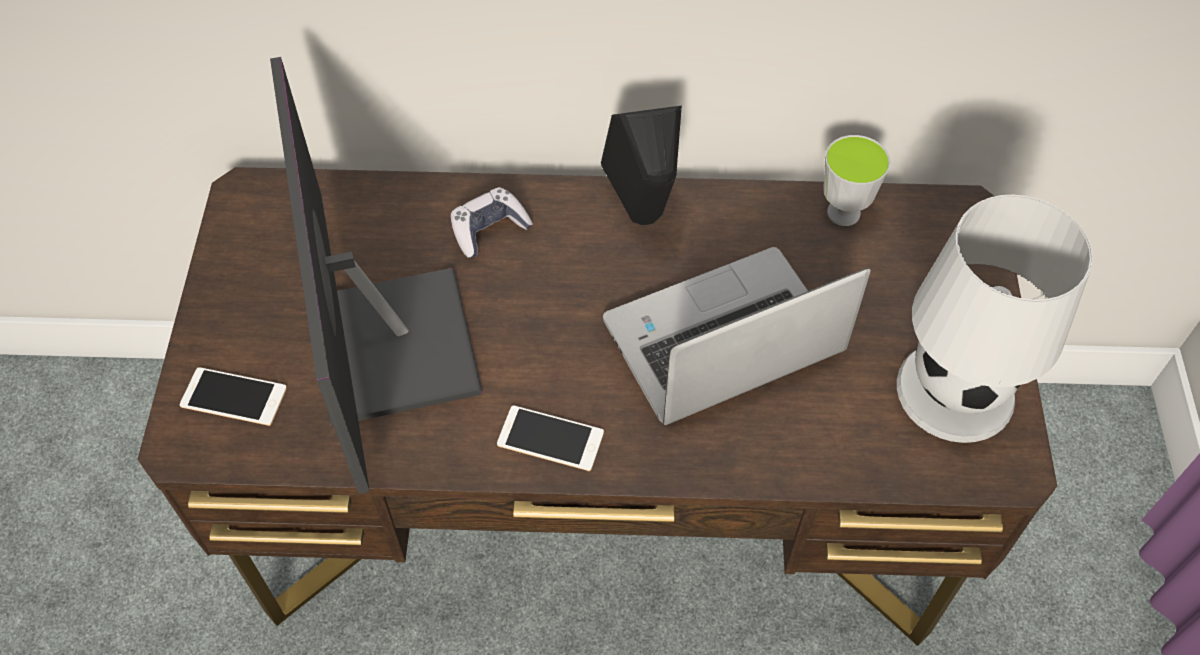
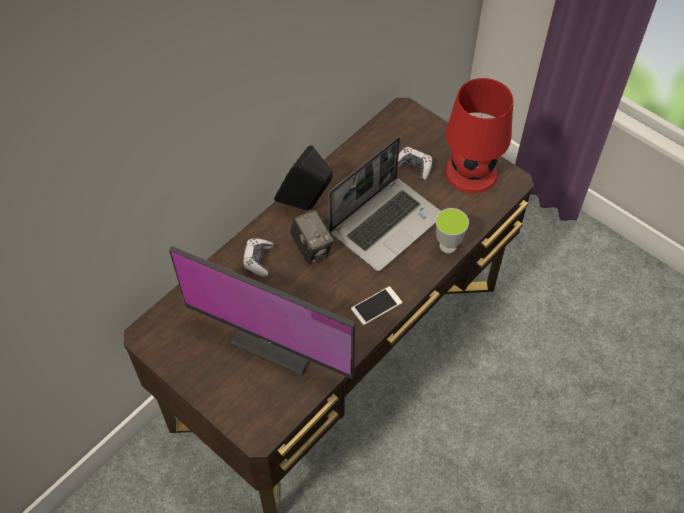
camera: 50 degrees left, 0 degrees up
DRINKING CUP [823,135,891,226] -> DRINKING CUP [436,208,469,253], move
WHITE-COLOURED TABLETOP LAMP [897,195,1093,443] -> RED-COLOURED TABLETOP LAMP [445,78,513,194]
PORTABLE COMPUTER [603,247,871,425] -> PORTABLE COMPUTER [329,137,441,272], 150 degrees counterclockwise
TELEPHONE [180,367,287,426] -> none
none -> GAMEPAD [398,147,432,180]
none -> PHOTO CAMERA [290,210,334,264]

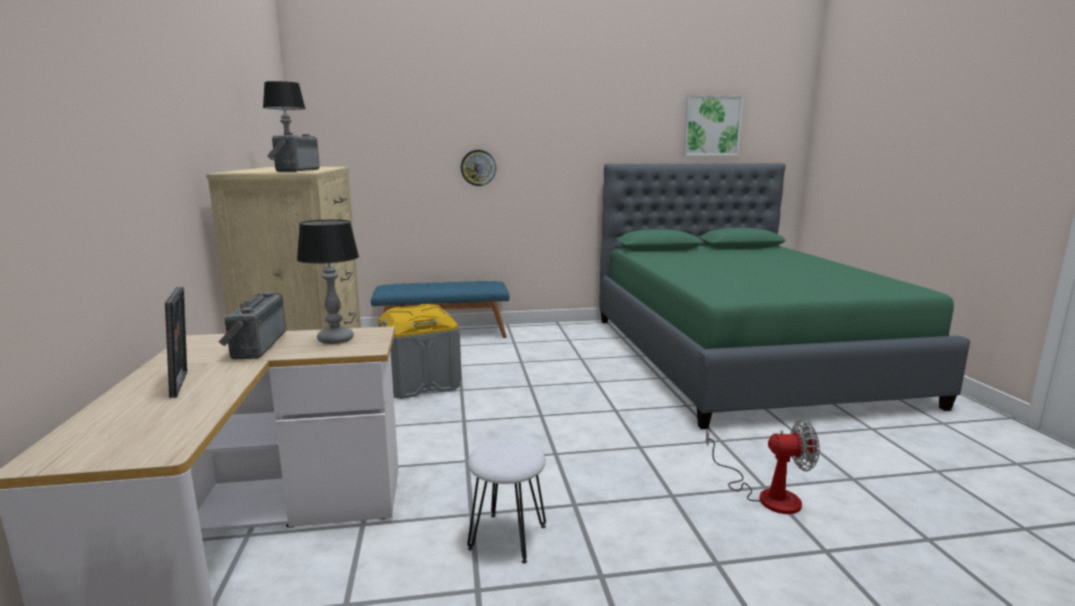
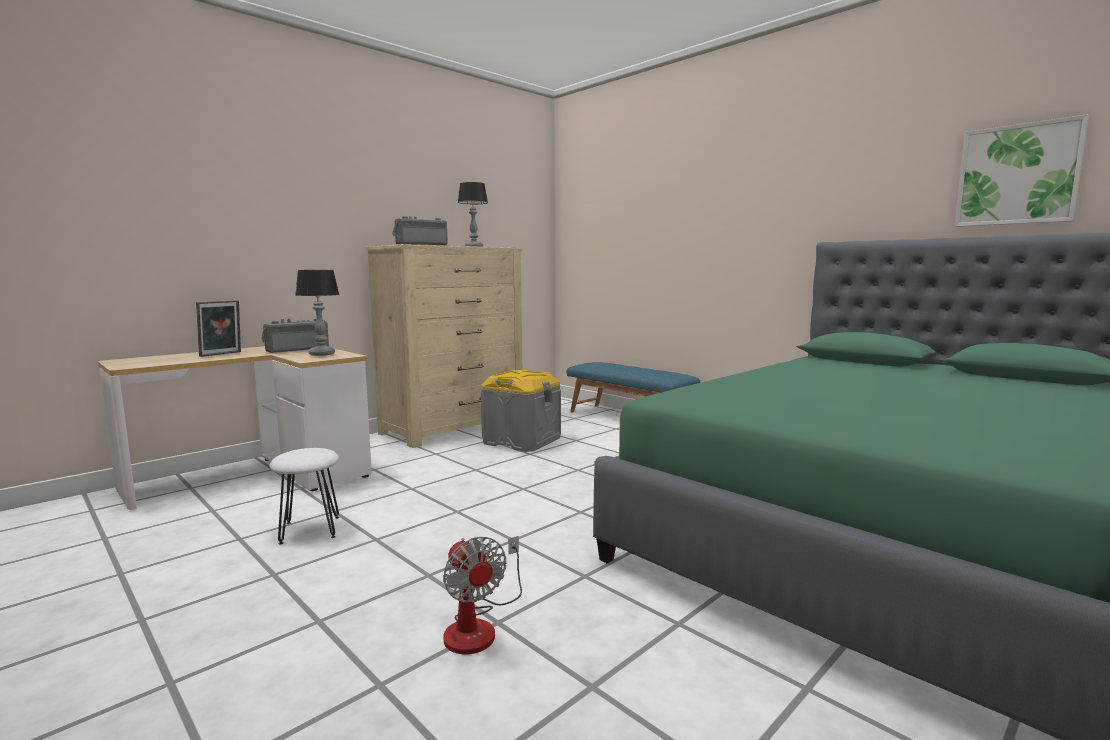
camera: 55 degrees right, 5 degrees down
HANGING CLOCK [461,150,496,186] -> none

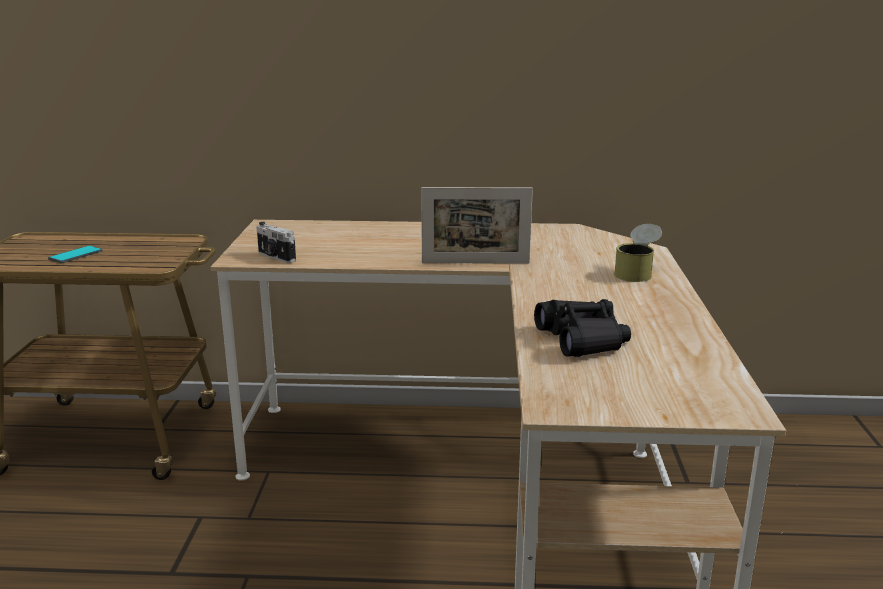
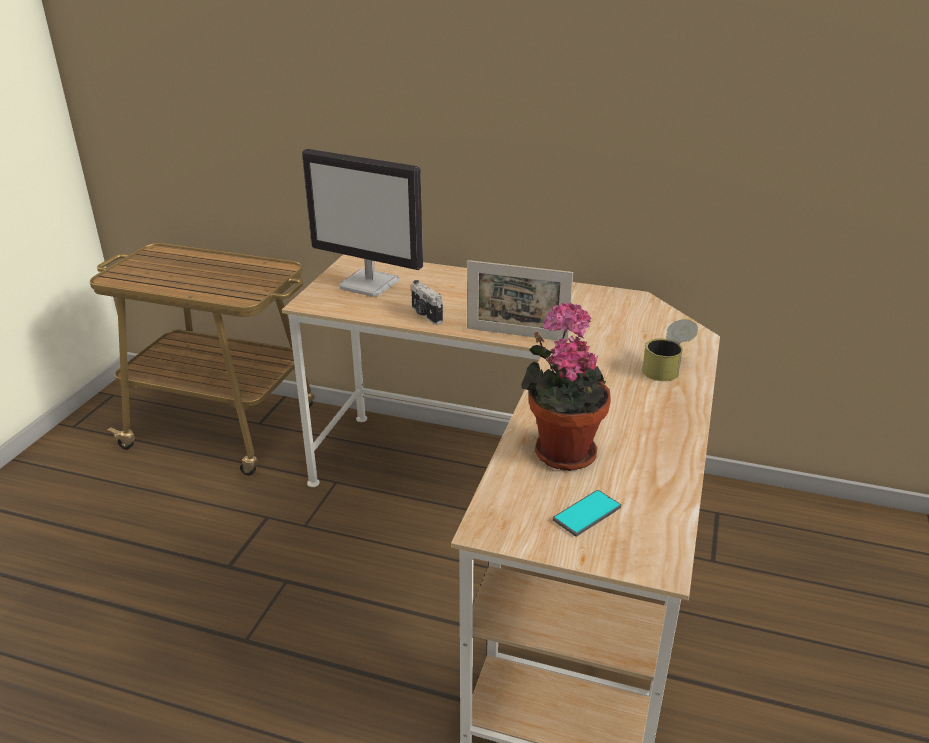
camera: 15 degrees right, 10 degrees up
PHOTO CAMERA [256,222,296,263] -> PHOTO CAMERA [411,280,443,325], move
TELEPHONE [48,245,103,263] -> TELEPHONE [553,490,621,537], move
BLACK-COLOURED PAIR OF BINOCULARS [534,299,631,357] -> PLANT IN A POT [521,303,611,471]
none -> COMPUTER DISPLAY [302,149,423,297]

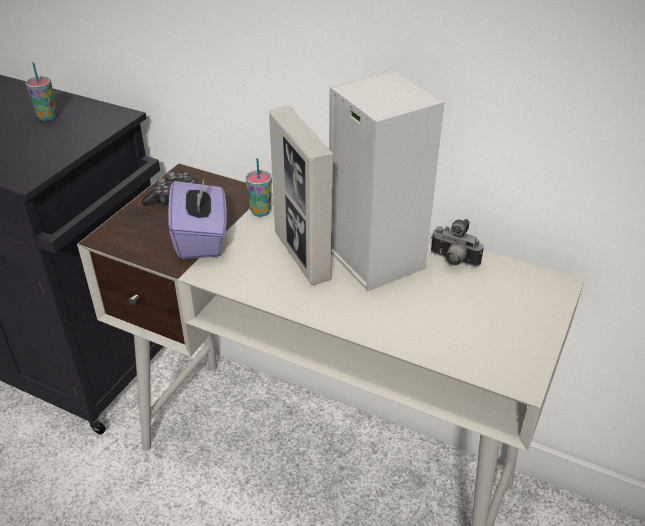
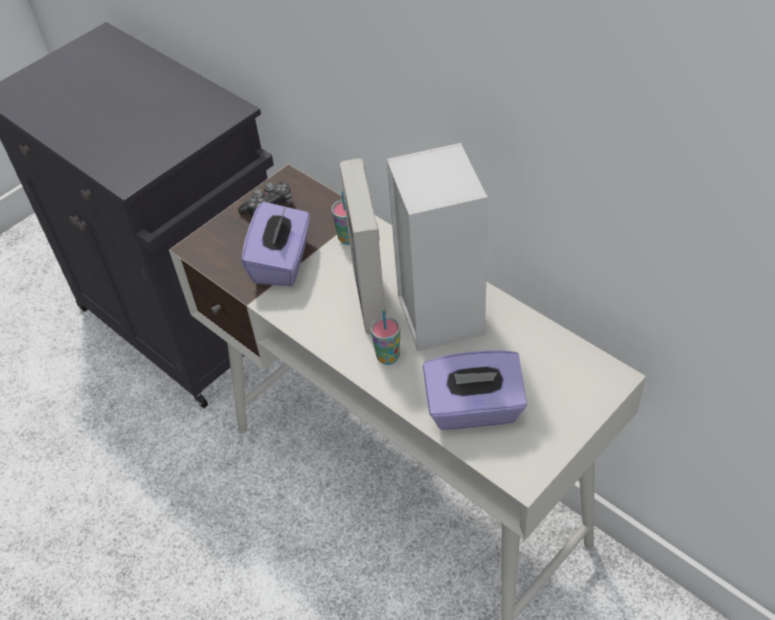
camera: 20 degrees right, 10 degrees up
DRINKING CUP [25,62,57,121] -> DRINKING CUP [370,311,400,365], move
PHOTO CAMERA [431,219,484,267] -> none
none -> PURPLISH TISSUE BOX [423,350,527,430]

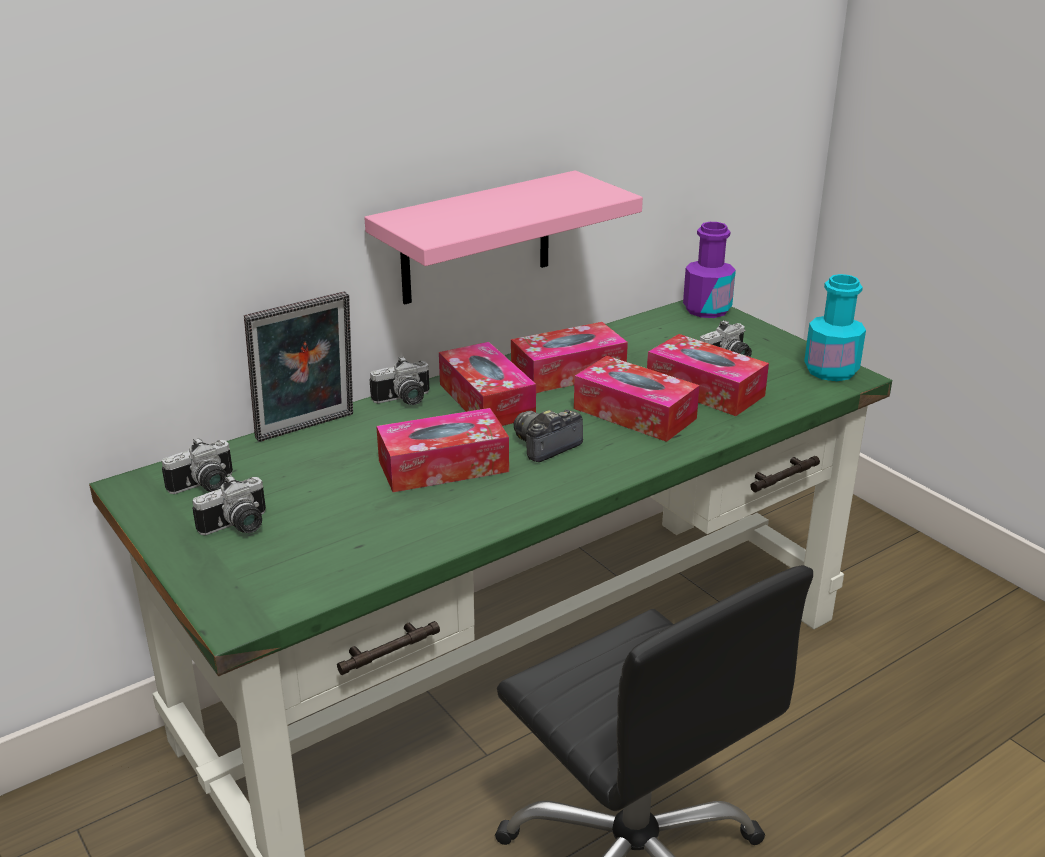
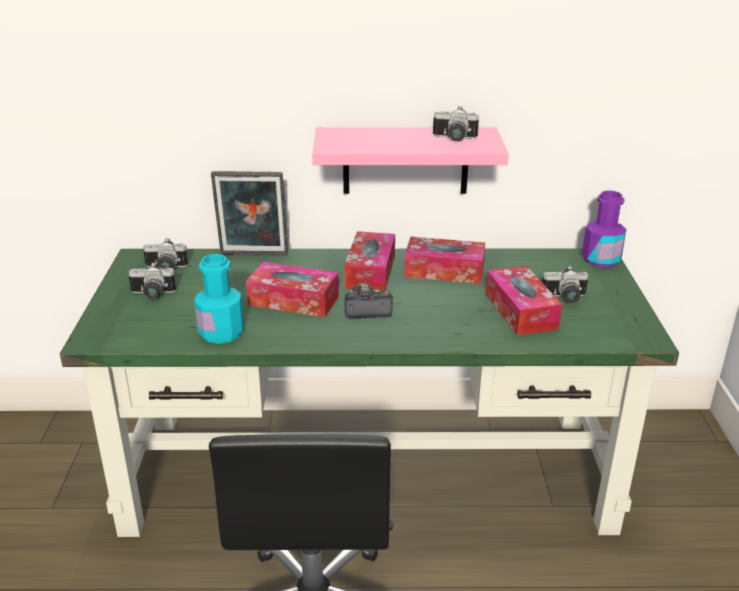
camera: 35 degrees right, 0 degrees up
BLUE-GREEN DRINK BOTTLE [804,274,866,381] -> BLUE-GREEN DRINK BOTTLE [194,254,244,344], move
PHOTO CAMERA [370,356,429,405] -> PHOTO CAMERA [433,106,479,141], move
TISSUE BOX [574,356,700,442] -> none

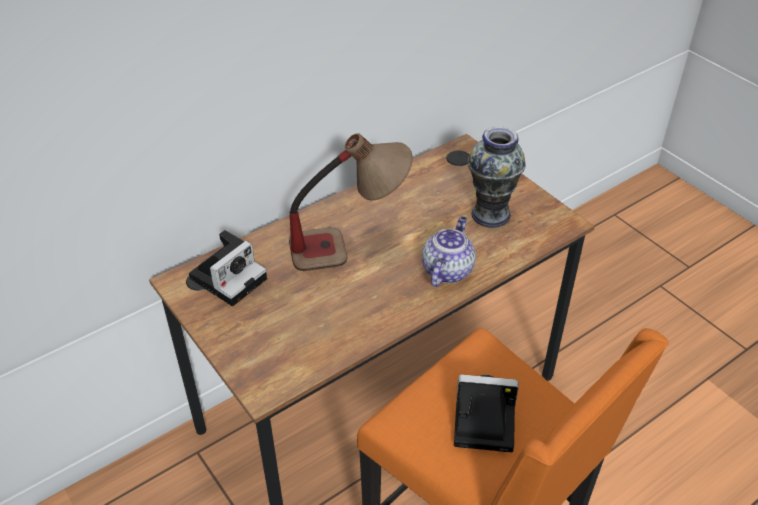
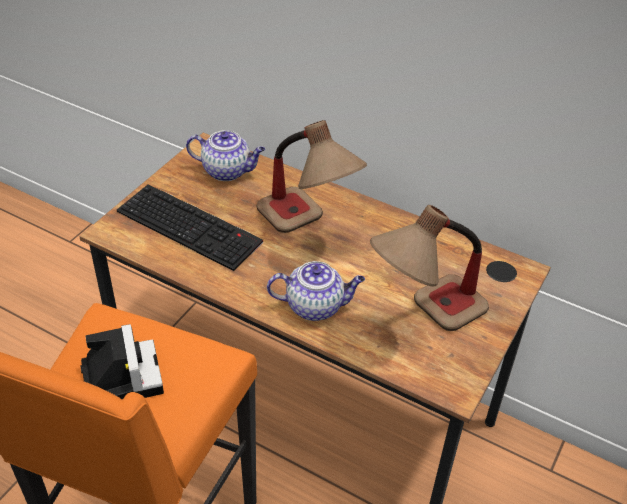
camera: 65 degrees right, 0 degrees up
FLOWER VASE [468,126,526,228] -> TABLETOP LAMP [370,205,489,331]
PHOTO CAMERA [189,230,267,306] -> TEA POT [186,130,265,181]
none -> PC KEYBOARD [117,184,263,271]

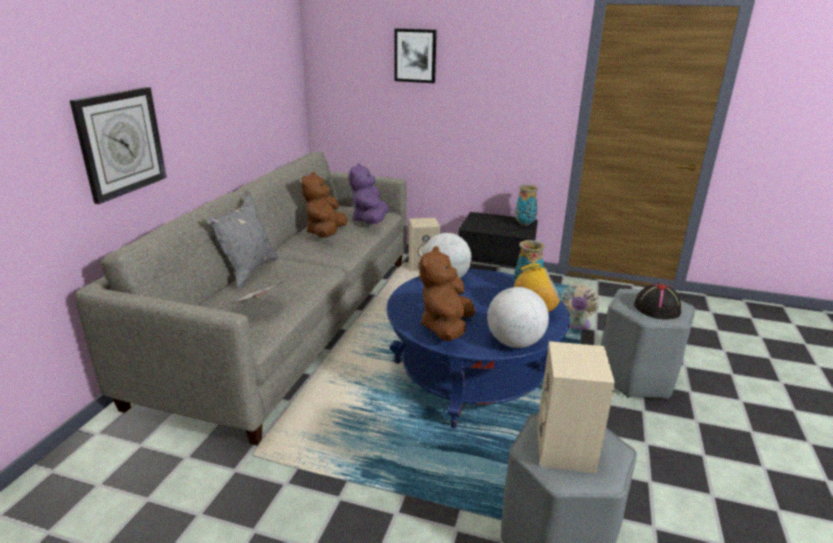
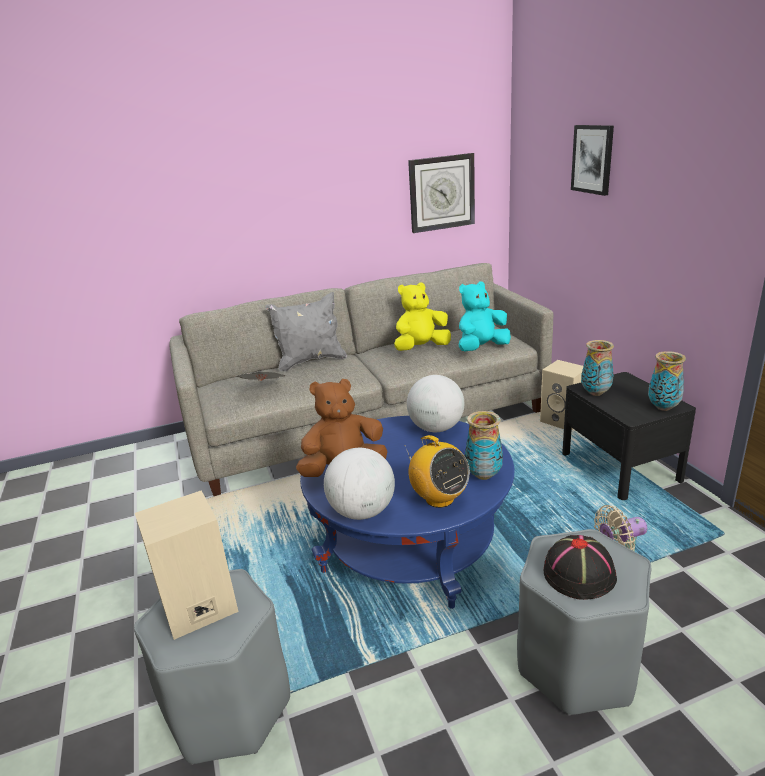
camera: 55 degrees right, 0 degrees up
HANGING CLOCK [70,87,167,204] -> HANGING CLOCK [408,153,475,233], move
PURPLISH SOFT TOY [349,163,389,224] -> BLUE-GREEN SOFT TOY [459,281,511,352]
BROWNISH SOFT TOY [301,172,347,238] -> YELLOWISH SOFT TOY [394,282,451,351]
none -> FLOWER VASE [581,340,614,396]

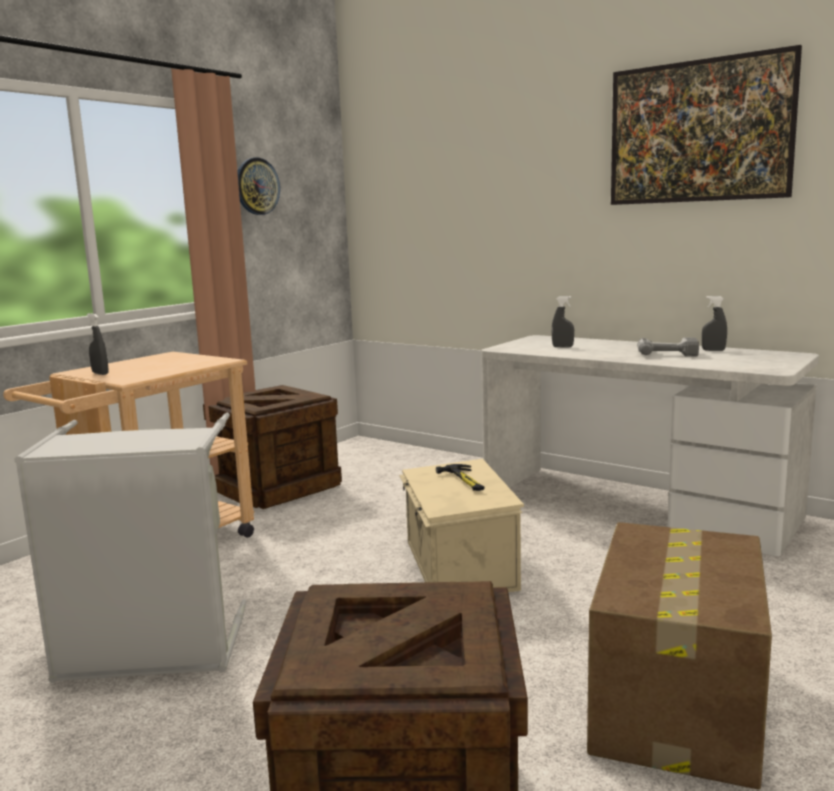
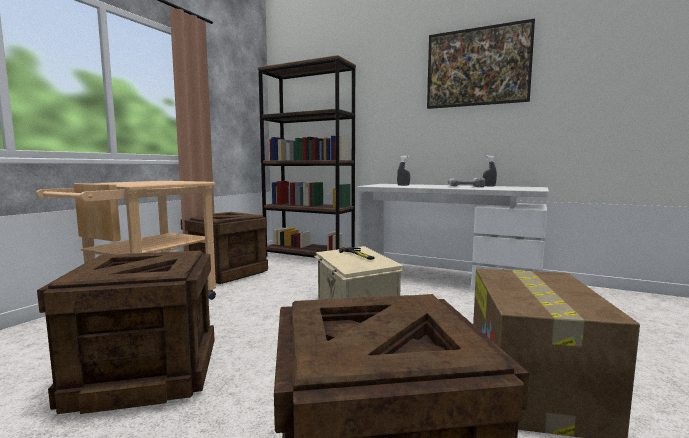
camera: 10 degrees left, 5 degrees down
HANGING CLOCK [237,157,280,215] -> none
GRAY HAND SPRAYER [87,313,108,375] -> none
GRAY HAMPER [15,413,247,683] -> CRATE [37,250,215,414]
none -> BROWNISH SHELVING UNIT [258,55,356,258]

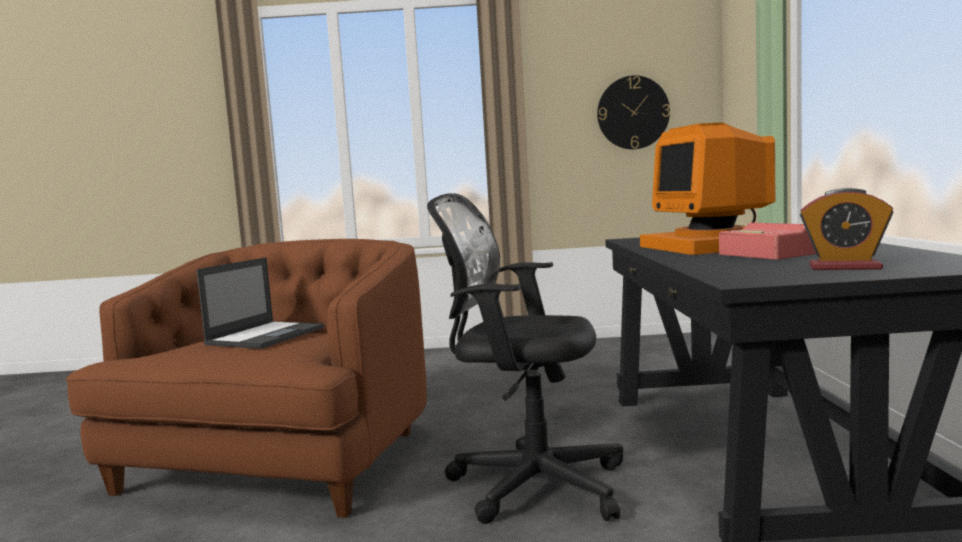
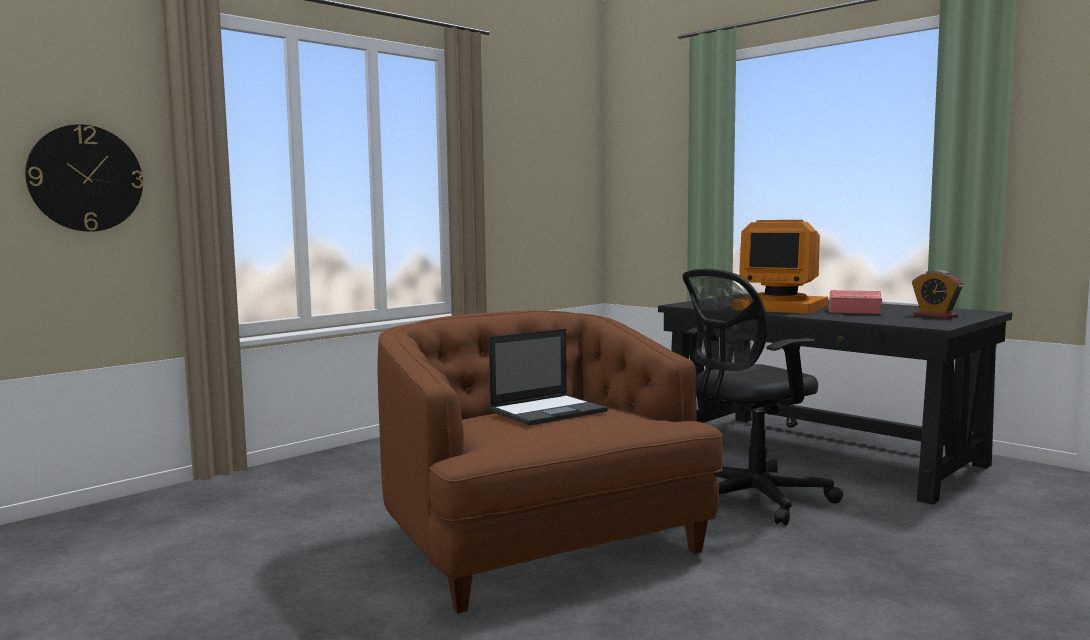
camera: 45 degrees left, 0 degrees up
HANGING CLOCK [597,75,670,149] -> HANGING CLOCK [25,124,143,232], move
BEDSIDE CLOCK [800,188,894,270] -> BEDSIDE CLOCK [912,270,963,319], 75 degrees clockwise
PORTABLE COMPUTER [196,257,324,349] -> PORTABLE COMPUTER [489,329,608,426], 75 degrees clockwise

